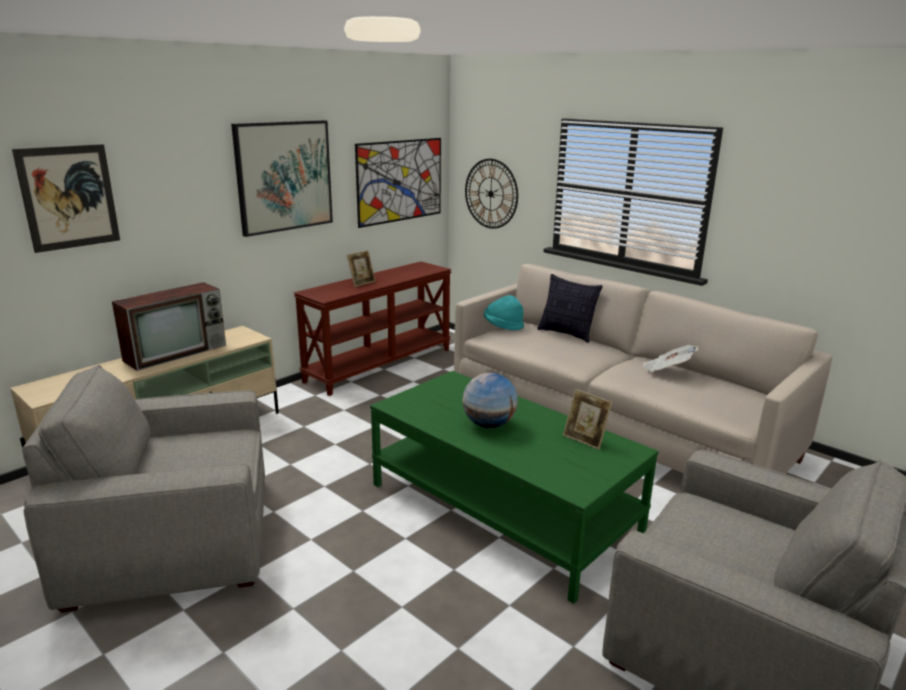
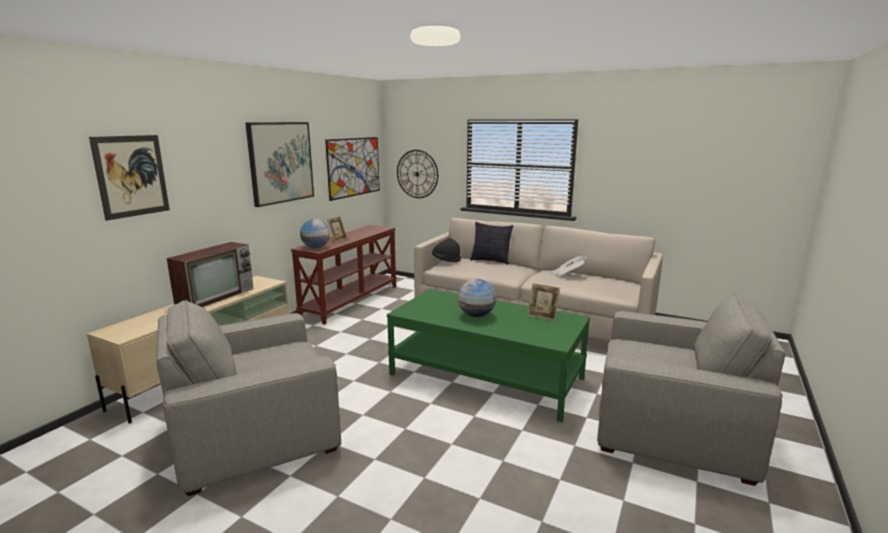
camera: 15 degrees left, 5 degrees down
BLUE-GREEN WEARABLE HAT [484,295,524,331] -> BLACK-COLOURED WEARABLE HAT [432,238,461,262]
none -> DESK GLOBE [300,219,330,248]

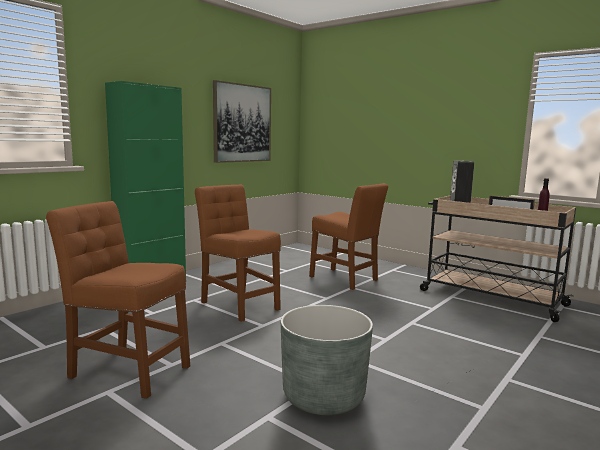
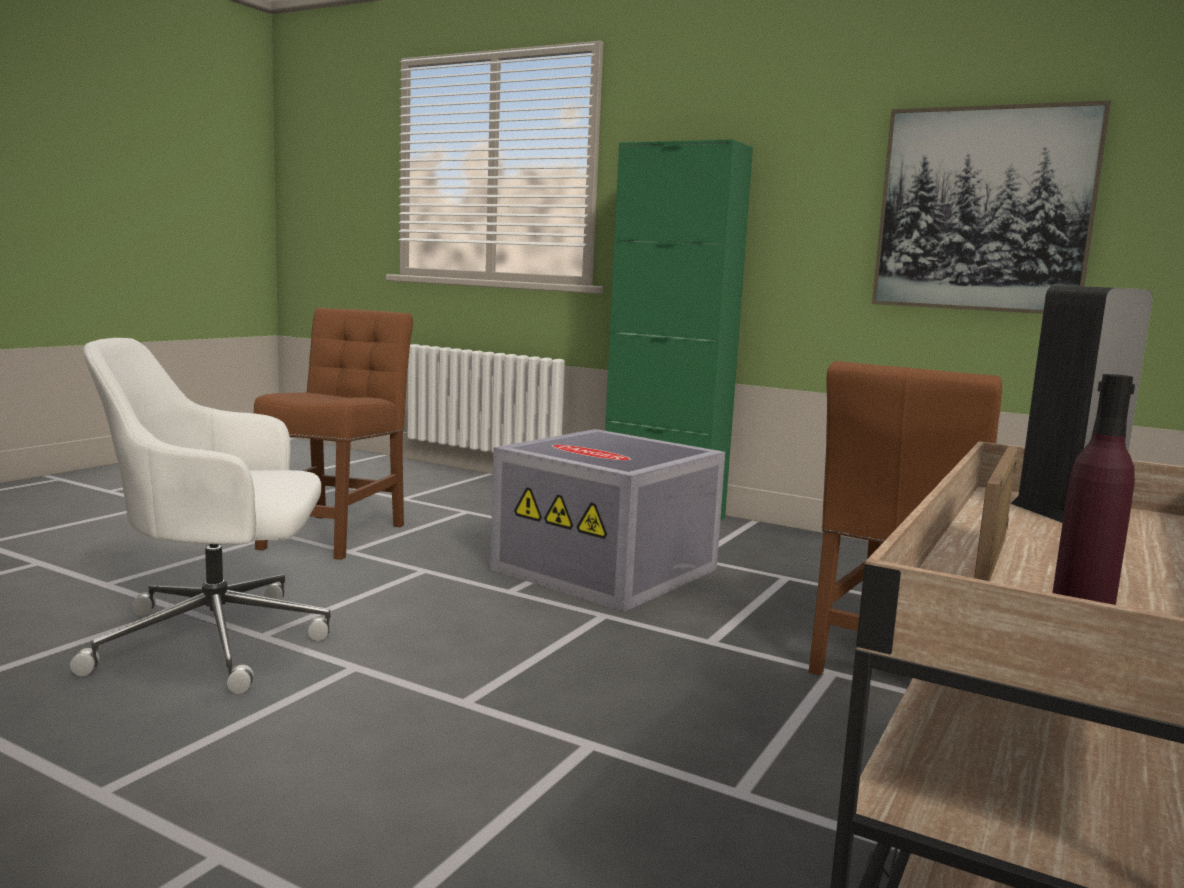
camera: 80 degrees right, 0 degrees up
BROWNISH UPRIGHT CHAIR [195,185,281,322] -> GRAY STORAGE CONTAINER [490,429,725,612]
GRAY FLOWER POT [281,305,373,416] -> WHITE-COLOURED DESK CHAIR [70,338,330,694]

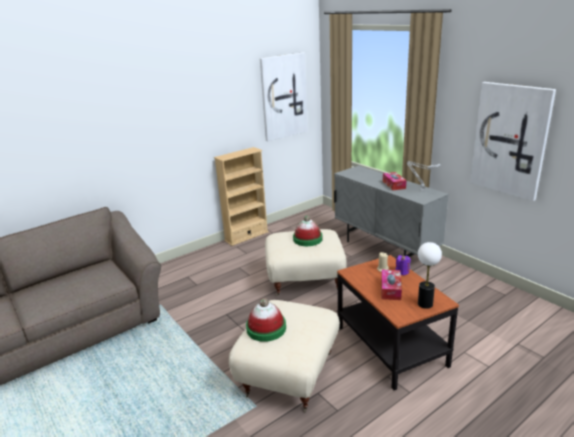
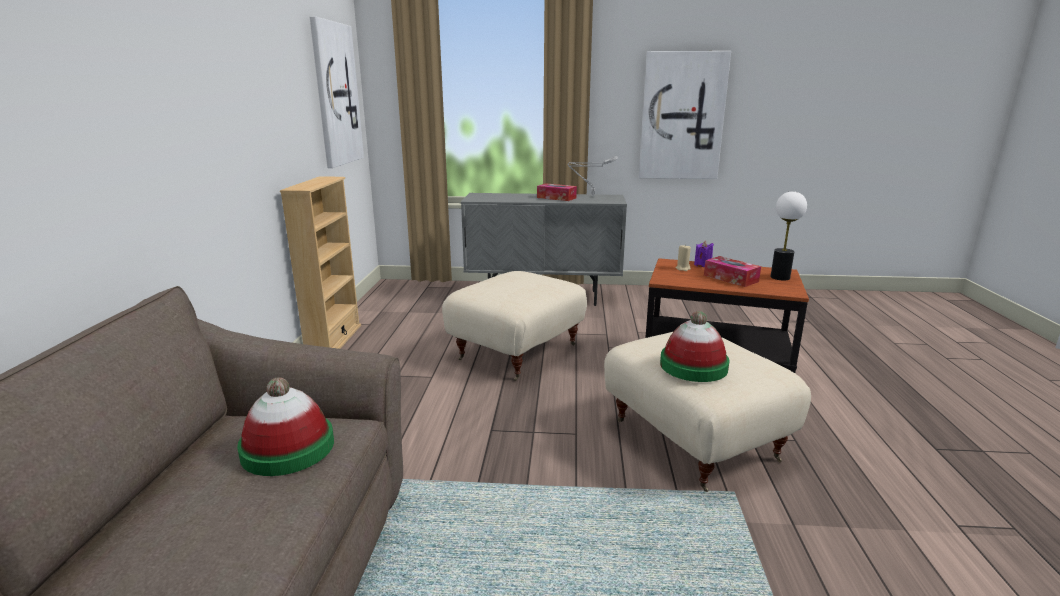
camera: 50 degrees left, 5 degrees down
WEARABLE HAT [293,215,323,246] -> WEARABLE HAT [237,377,334,476], move

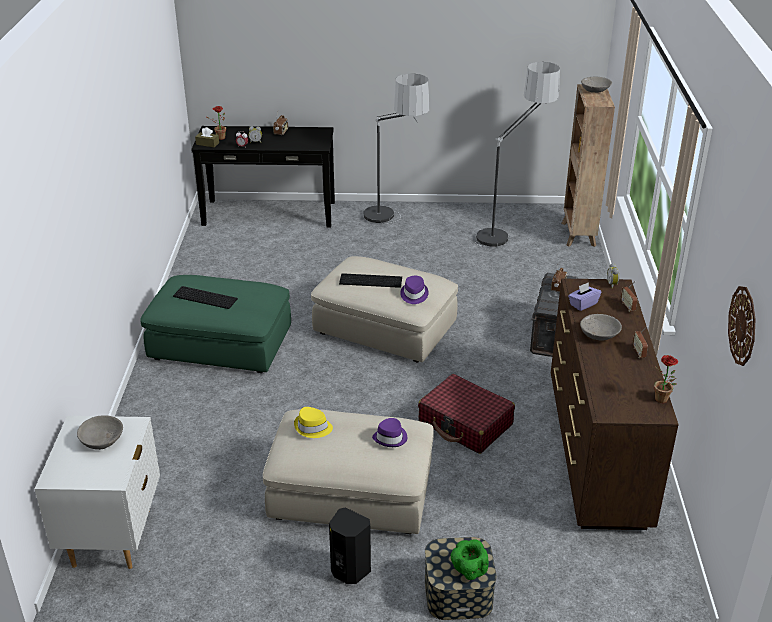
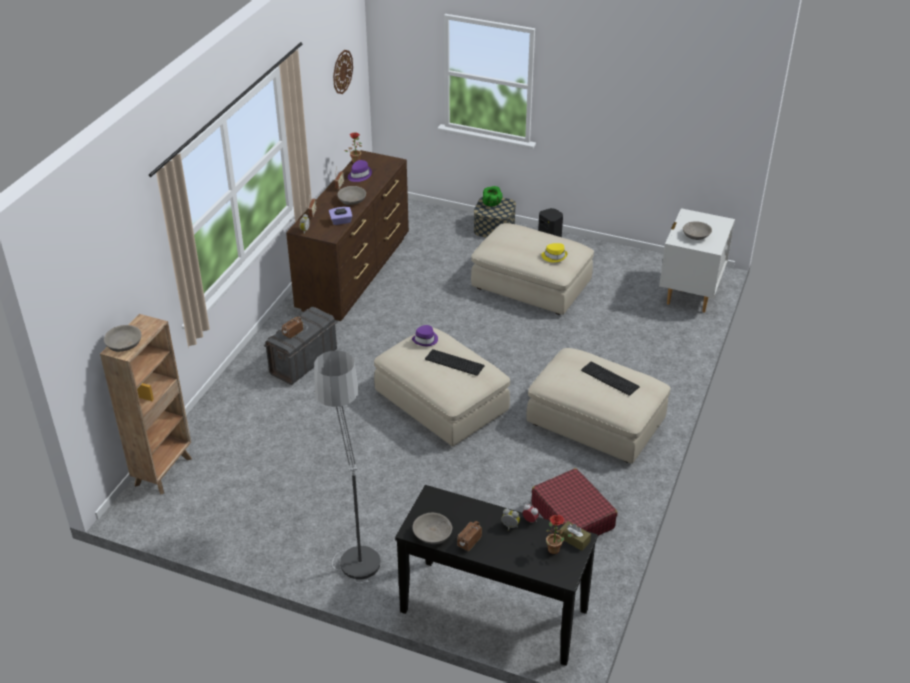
camera: 160 degrees left, 5 degrees up
STANDING LAMP [475,62,560,247] -> none
GREEN-COLOURED OTTOMAN [140,275,291,373] -> SAND-COLOURED OTTOMAN [526,348,670,464]
RED-COLOURED PIECE OF LUGGAGE [418,374,515,454] -> RED-COLOURED PIECE OF LUGGAGE [531,468,617,536], move
PURPLISH WEARABLE HAT [372,418,407,447] -> PURPLISH WEARABLE HAT [348,160,372,182], move
none -> GRAY SERVING BOWL [412,513,453,544]

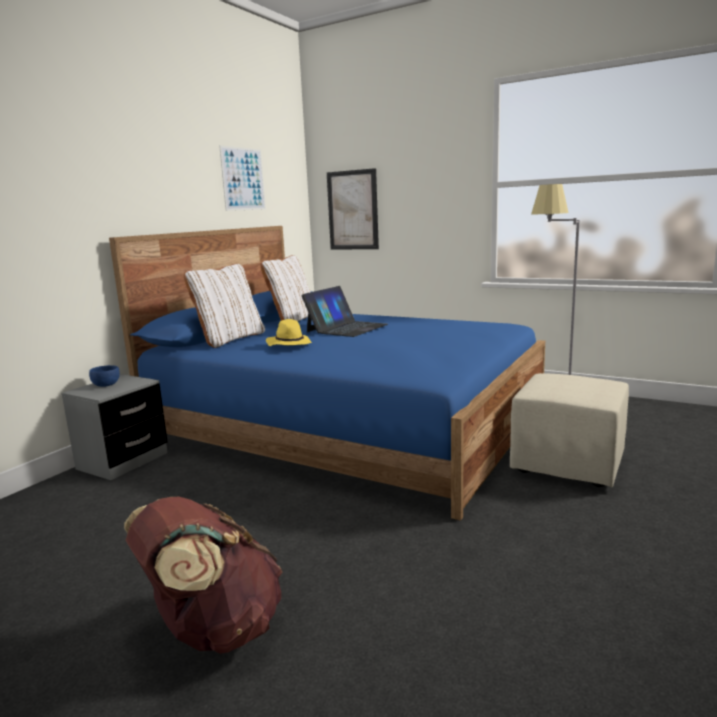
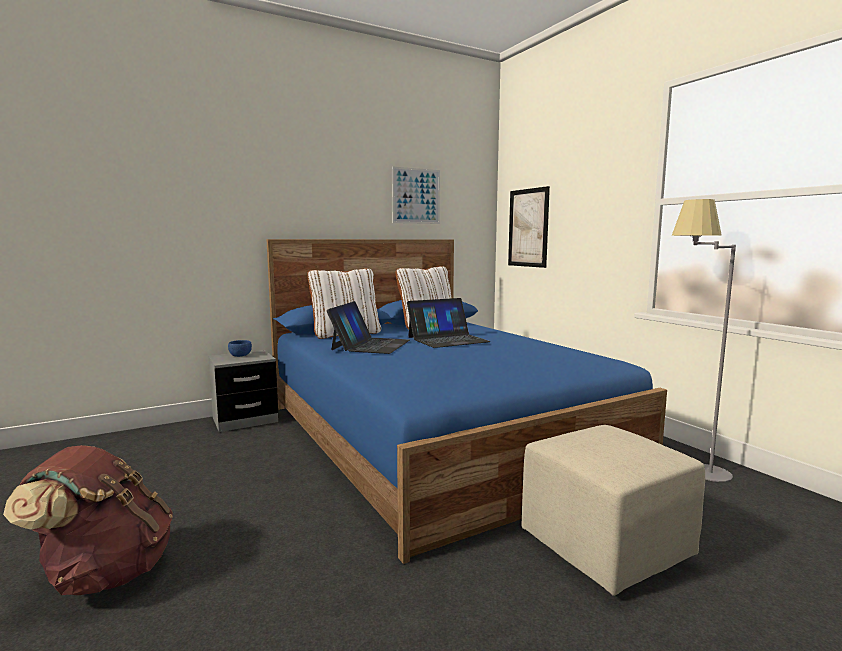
camera: 30 degrees right, 5 degrees down
YELLOWISH WEARABLE HAT [266,319,312,346] -> PORTABLE COMPUTER [326,301,410,354]

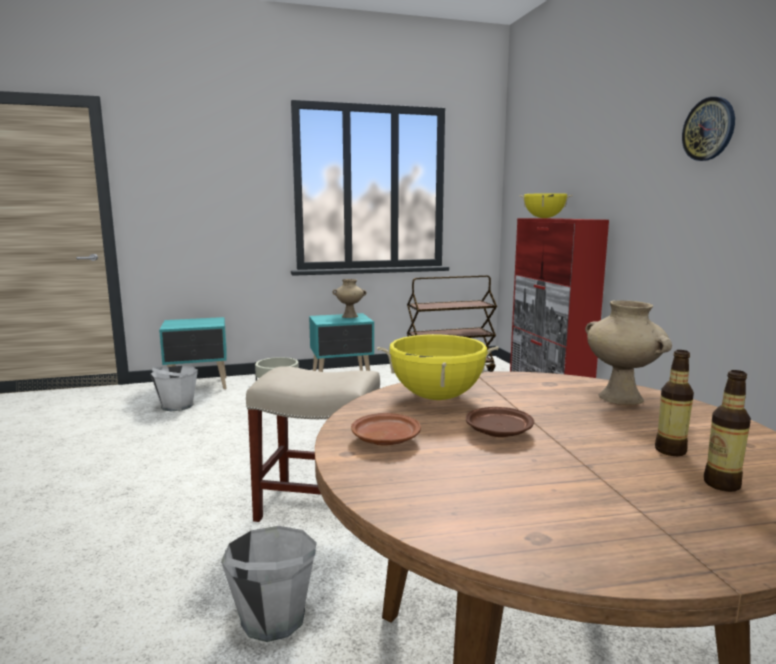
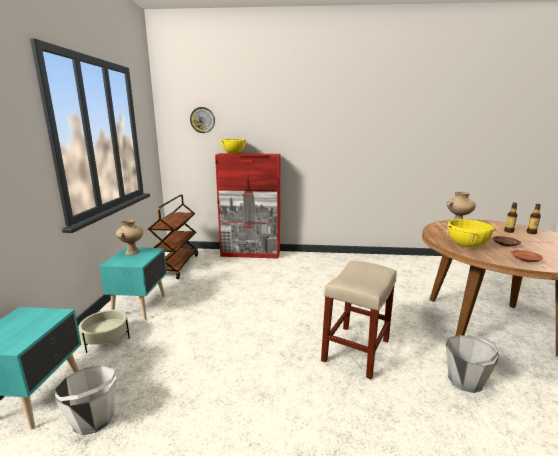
camera: 70 degrees left, 5 degrees up
HANGING CLOCK [682,97,735,161] -> HANGING CLOCK [190,107,215,133], move

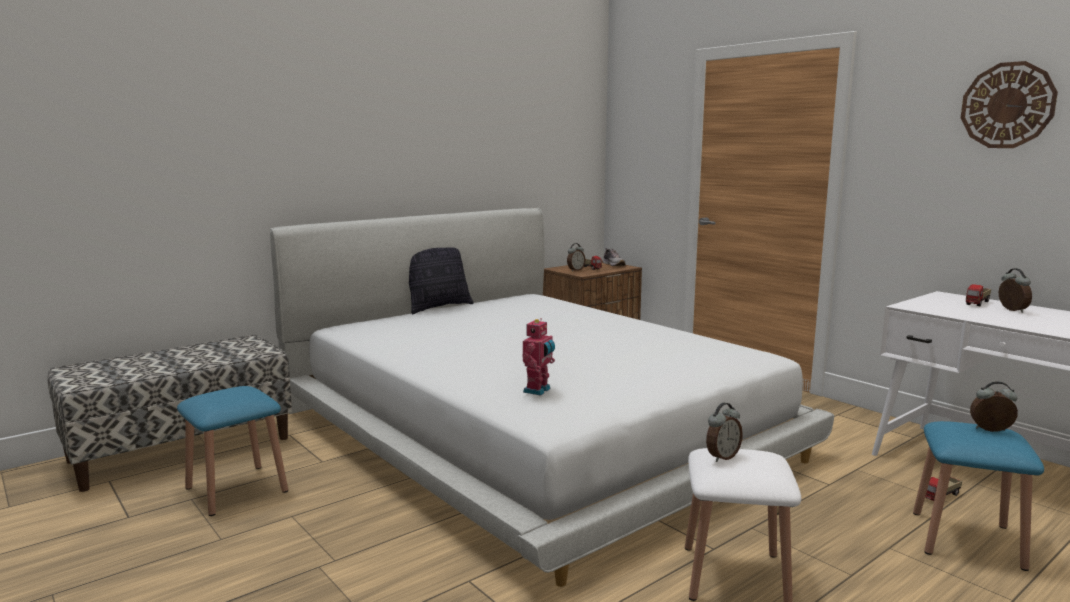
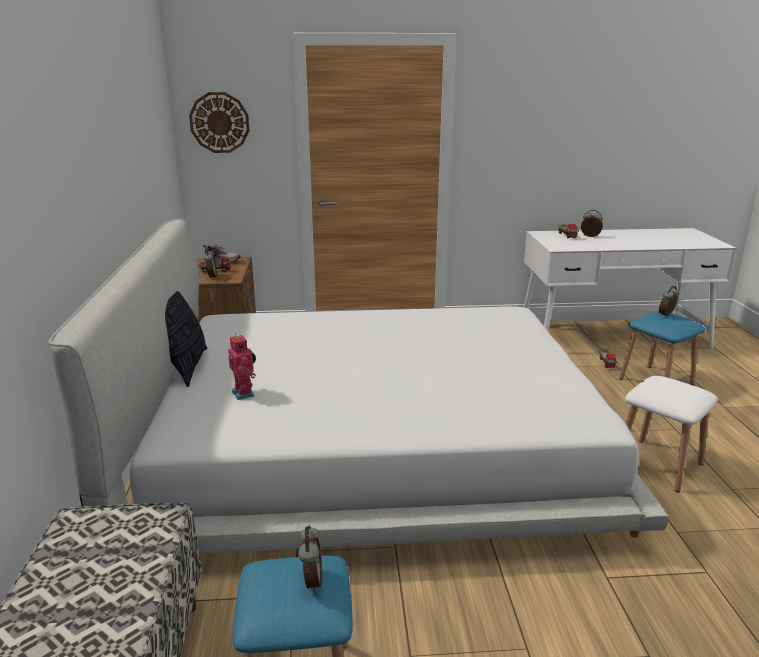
camera: 55 degrees left, 10 degrees up
HANGING CLOCK [961,61,1058,148] -> HANGING CLOCK [189,92,249,153], move
TOY ROBOT [522,318,555,396] -> TOY ROBOT [228,333,256,400], move
BEDSIDE CLOCK [706,403,743,462] -> BEDSIDE CLOCK [298,526,322,593], move

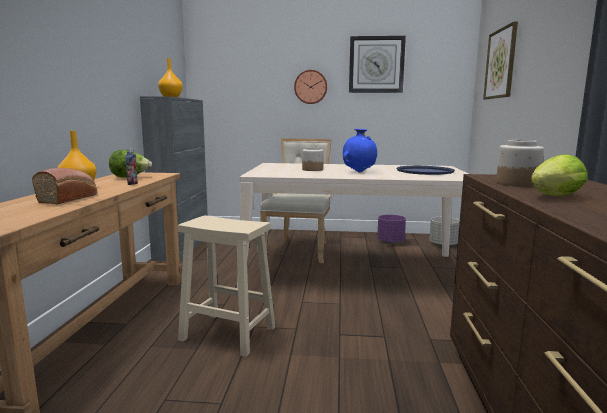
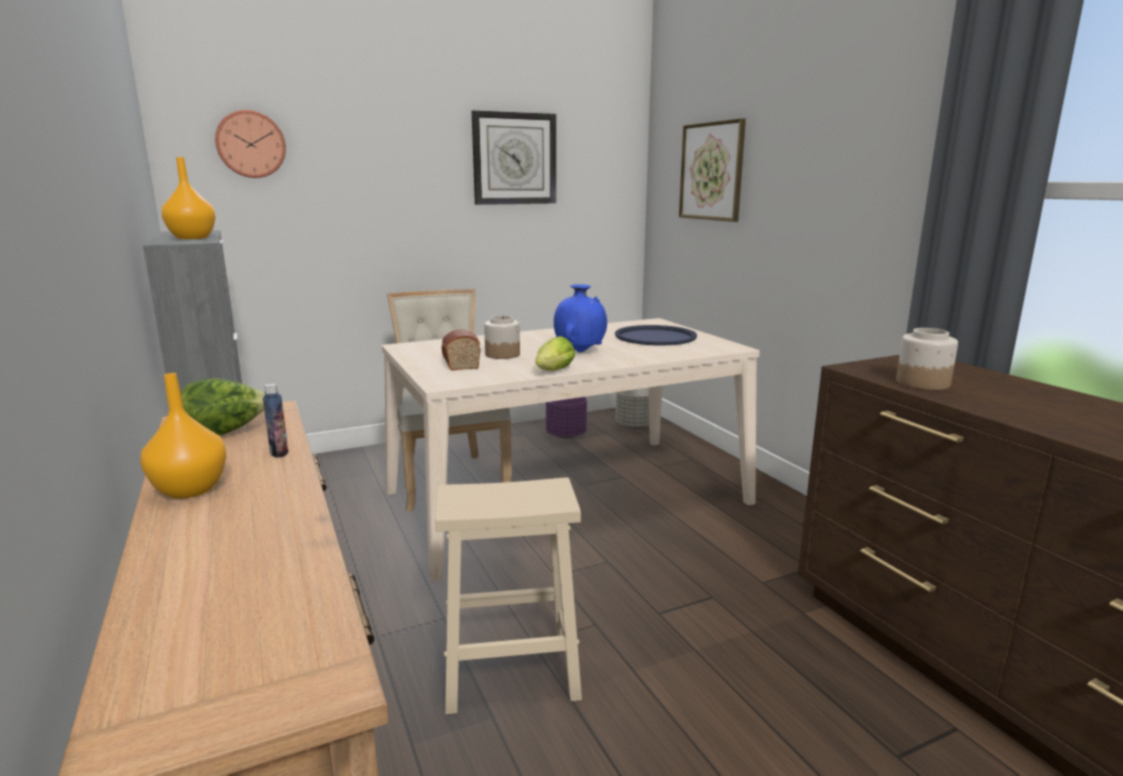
camera: 30 degrees left, 5 degrees up
HANGING CLOCK [294,70,327,104] -> HANGING CLOCK [215,110,286,178], move
HEAD OF LETTUCE [531,154,588,196] -> HEAD OF LETTUCE [535,336,575,371], move
BAKED BREAD [32,168,97,204] -> BAKED BREAD [442,329,481,370], move

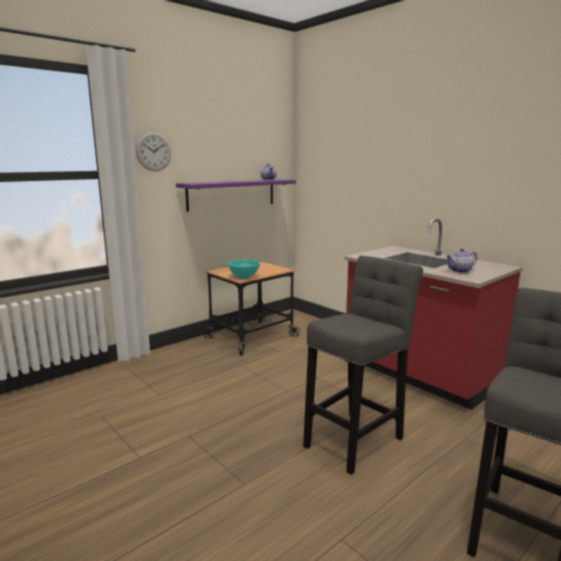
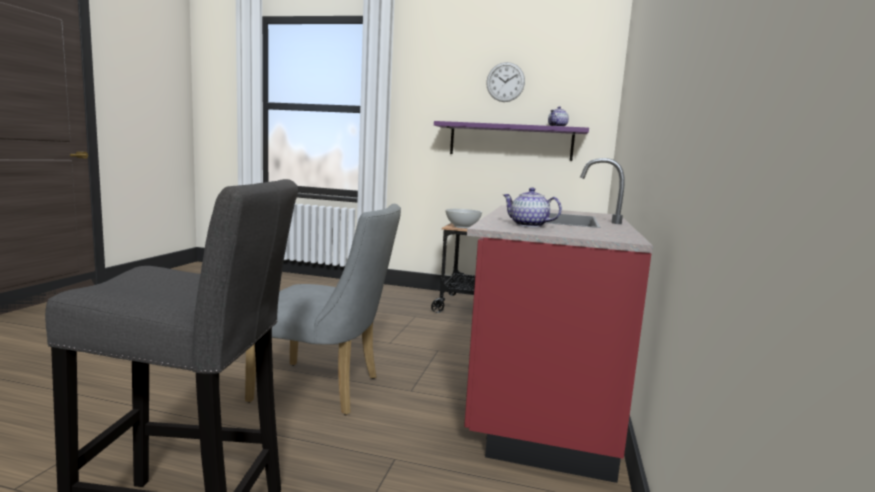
camera: 55 degrees right, 5 degrees down
HANGING CLOCK [136,132,171,171] -> HANGING CLOCK [486,62,525,102], move
GRAY STOOL SEAT [303,256,423,475] -> GRAY UPRIGHT CHAIR [245,204,401,415]
BLUE-GREEN SERVING BOWL [228,260,260,279] -> WHITE-COLOURED SERVING BOWL [445,209,482,228]

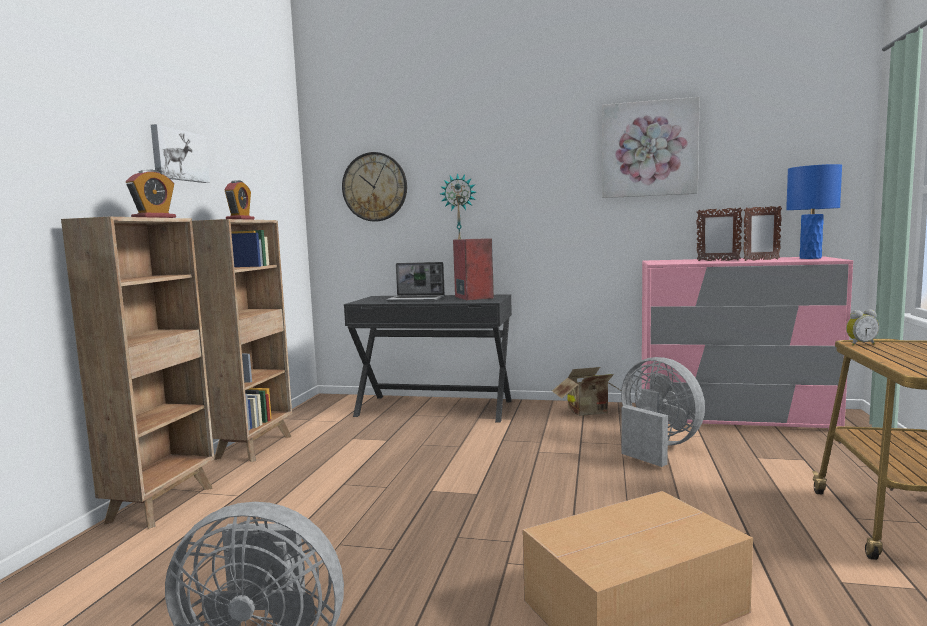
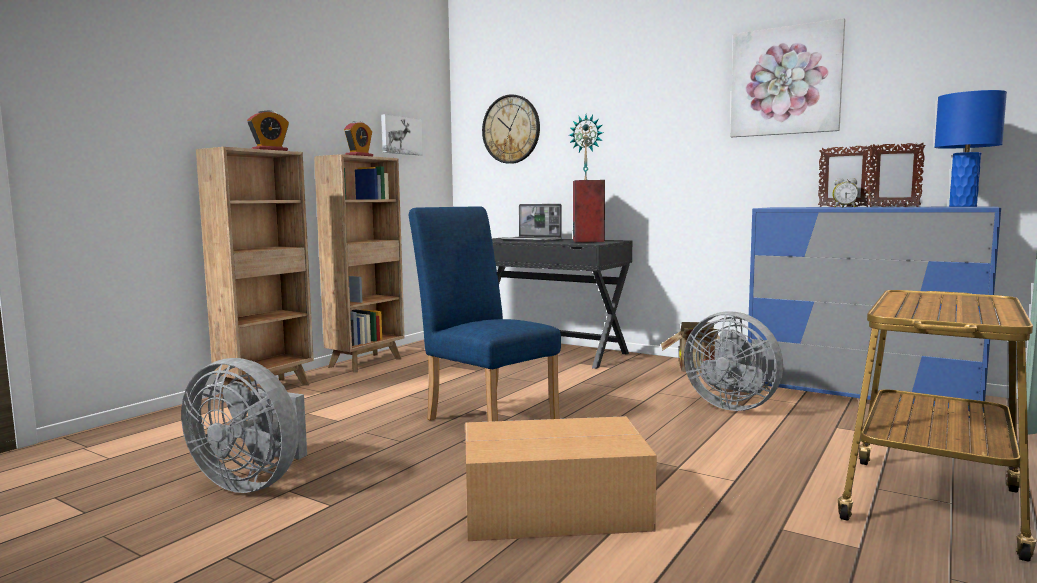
camera: 20 degrees right, 0 degrees up
WALL ART [151,124,210,183] -> WALL ART [381,114,423,155], move
PINKISH DRESSER [642,256,853,430] -> BLUISH DRESSER [748,206,1001,418]
BEDSIDE CLOCK [846,309,879,346] -> BEDSIDE CLOCK [832,178,858,207], move
GRAY FAN [621,357,705,467] -> GRAY FAN [684,312,783,411], 150 degrees clockwise
none -> BLUISH UPRIGHT CHAIR [409,206,561,422]

